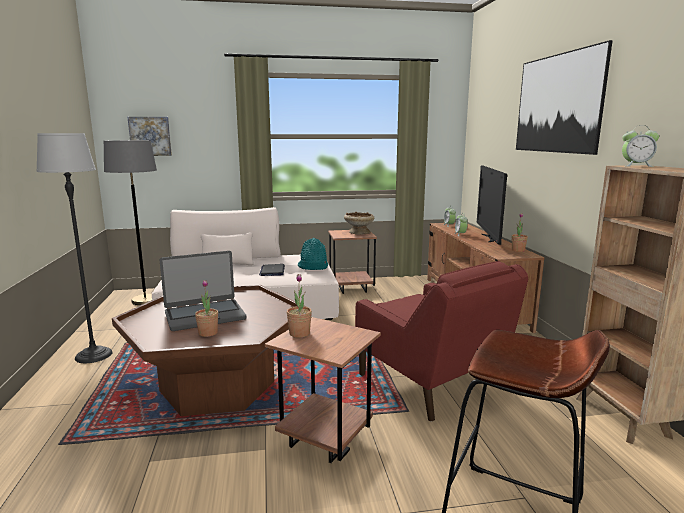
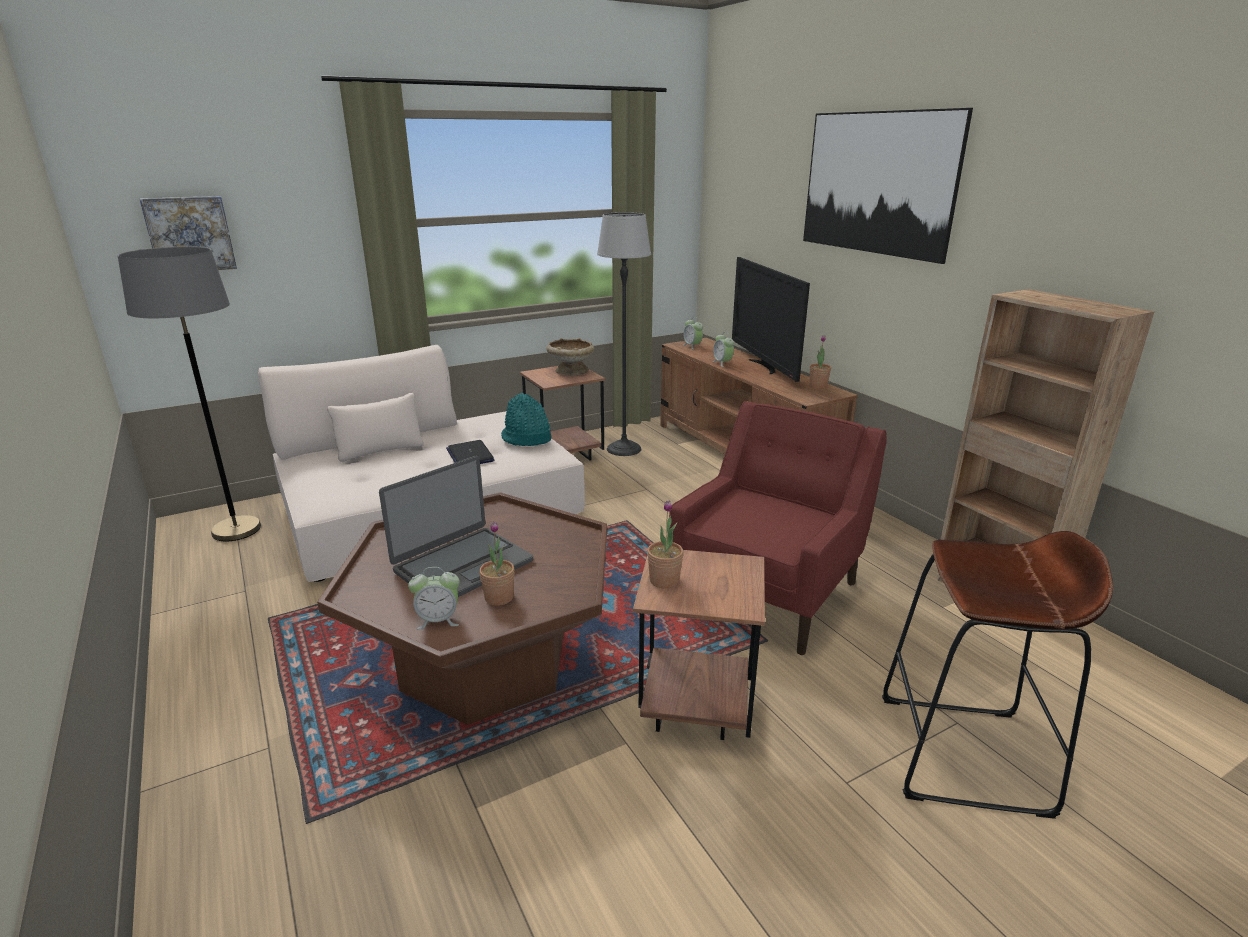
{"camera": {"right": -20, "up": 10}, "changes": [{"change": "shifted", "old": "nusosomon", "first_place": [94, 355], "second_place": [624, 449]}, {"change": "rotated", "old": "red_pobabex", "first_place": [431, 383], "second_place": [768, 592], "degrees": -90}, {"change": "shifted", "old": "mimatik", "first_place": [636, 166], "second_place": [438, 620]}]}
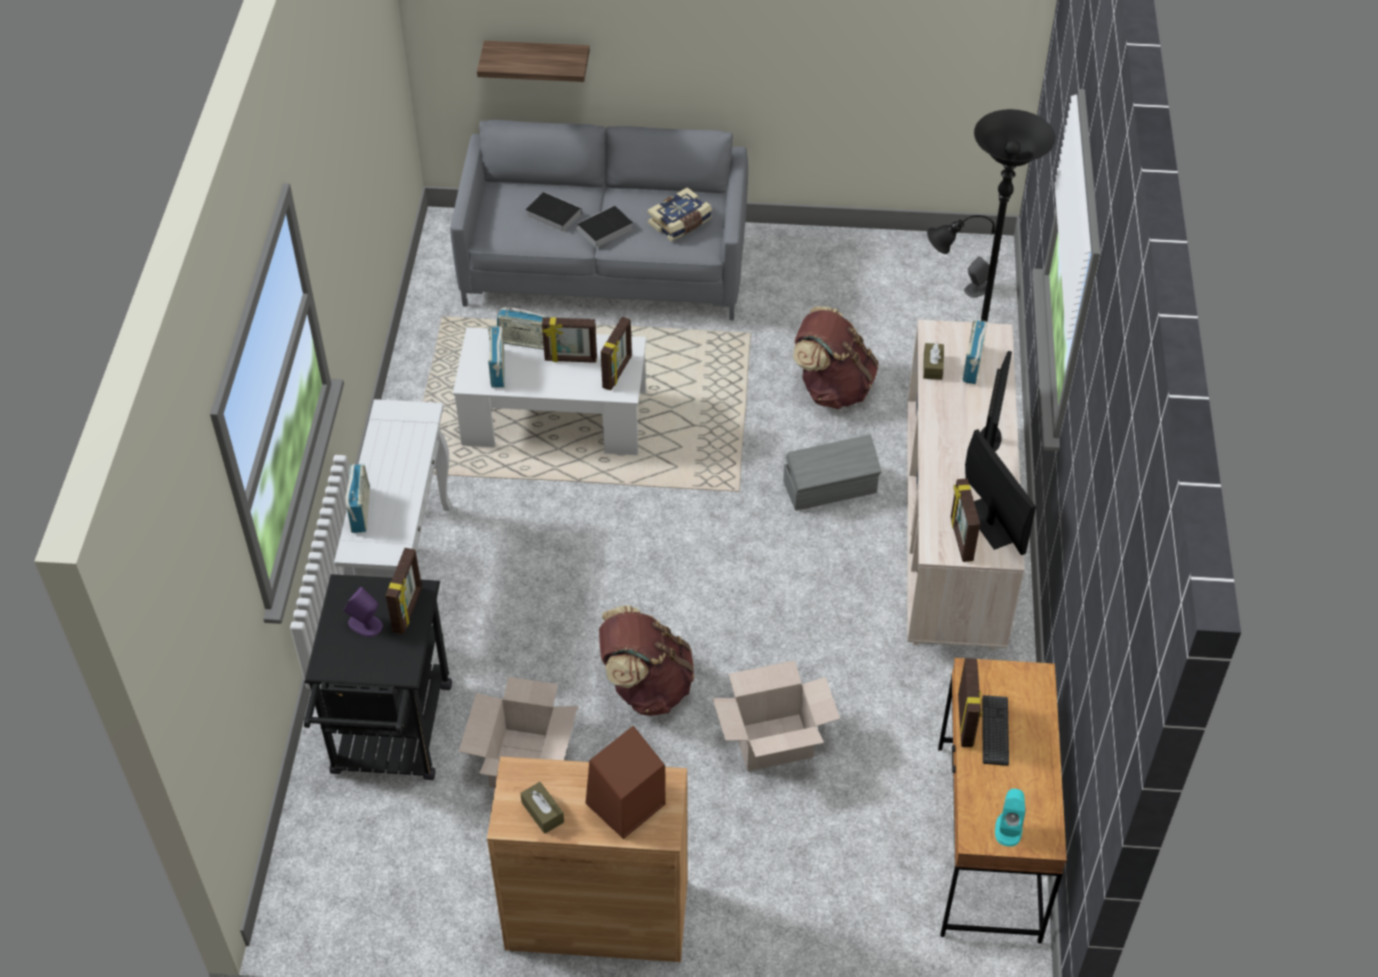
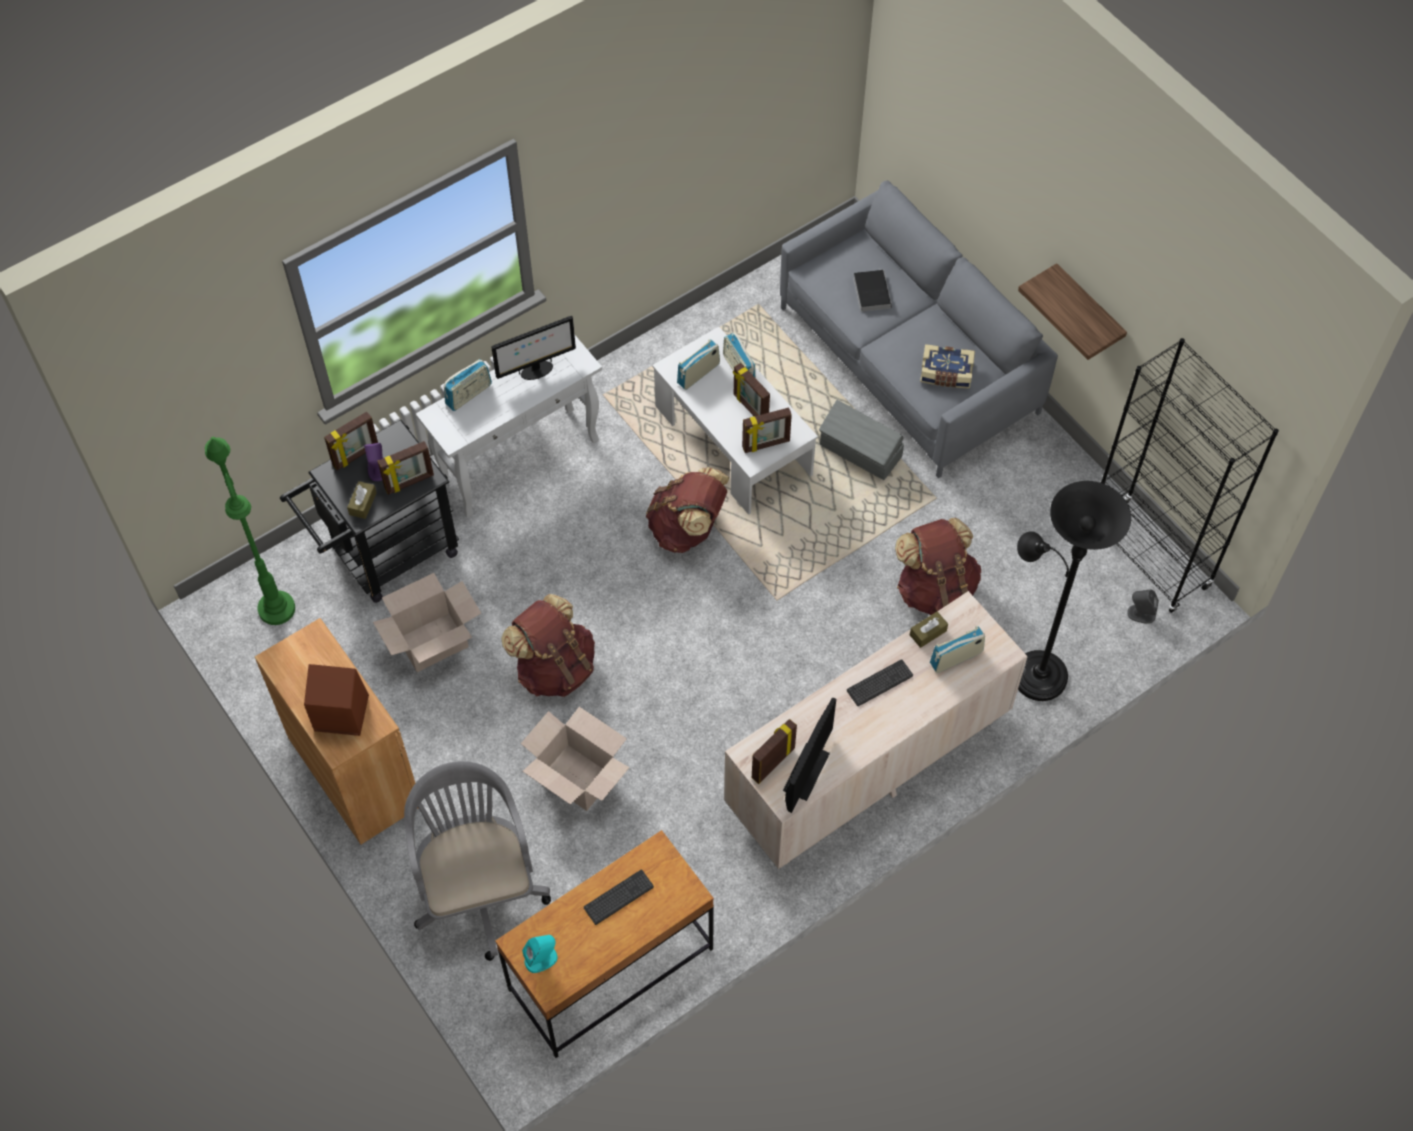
{"camera": {"right": 50, "up": 10}, "changes": [{"change": "shifted", "old": "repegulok", "first_place": [537, 59], "second_place": [1088, 310]}, {"change": "shifted", "old": "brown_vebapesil", "first_place": [542, 812], "second_place": [363, 503]}, {"change": "gone", "old": "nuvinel", "first_place": [604, 230]}, {"change": "shifted", "old": "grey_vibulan", "first_place": [831, 488], "second_place": [860, 452]}, {"change": "shifted", "old": "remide", "first_place": [966, 721], "second_place": [356, 456]}, {"change": "shifted", "old": "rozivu", "first_place": [990, 440], "second_place": [536, 371]}, {"change": "new", "new": "green_nusosomon", "second_place": [276, 608]}, {"change": "new", "new": "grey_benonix", "second_place": [478, 887]}, {"change": "new", "new": "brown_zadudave", "second_place": [688, 529]}, {"change": "new", "new": "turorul", "second_place": [879, 683]}, {"change": "new", "new": "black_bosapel", "second_place": [1148, 556]}]}
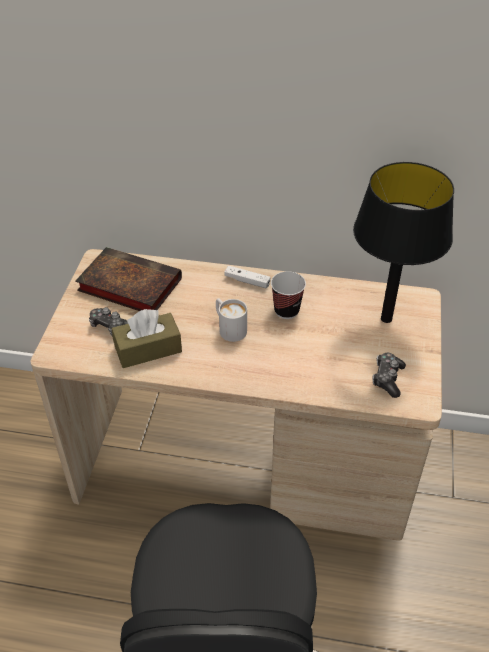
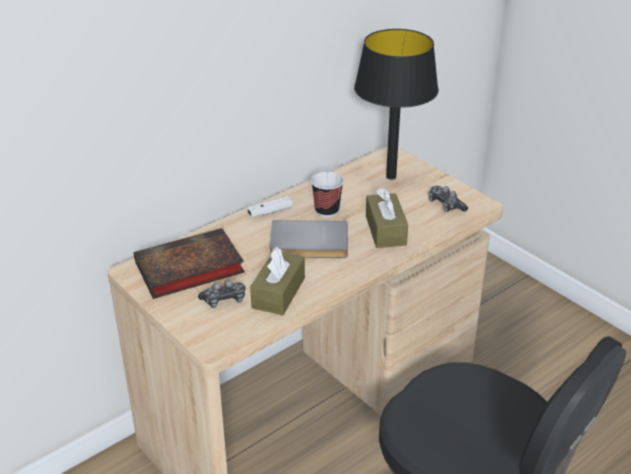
{"camera": {"right": -50, "up": -10}, "changes": [{"change": "swapped", "old": "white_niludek", "new": "grey_nuvinel", "first_place": [229, 328], "second_place": [309, 244]}, {"change": "new", "new": "brown_vebapesil", "second_place": [385, 230]}]}
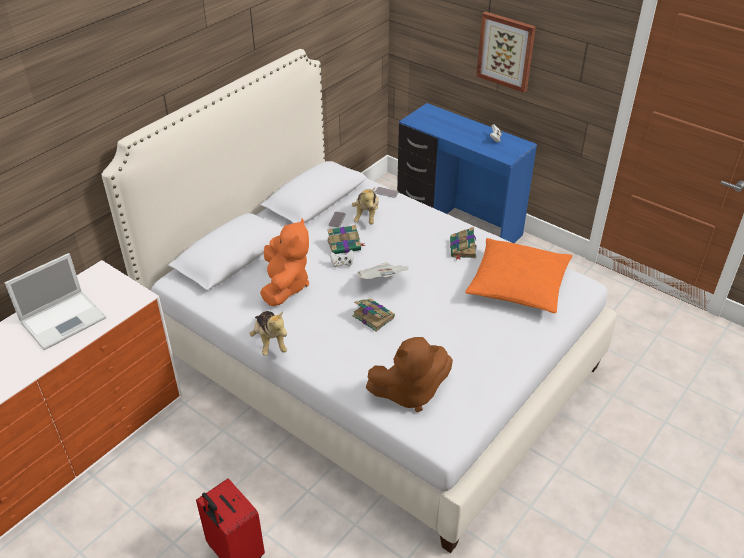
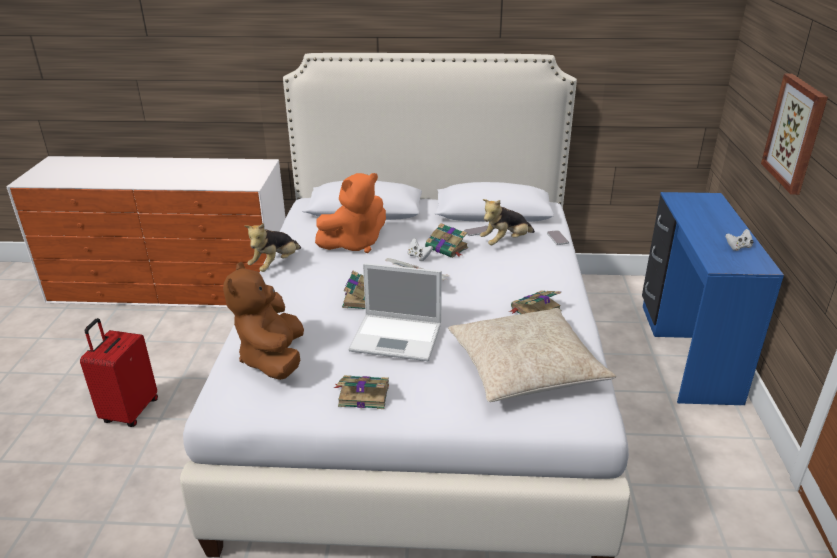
{"camera": {"right": 55, "up": -10}, "changes": [{"change": "shifted", "old": "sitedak", "first_place": [64, 319], "second_place": [398, 337]}, {"change": "rotated", "old": "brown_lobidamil", "first_place": [409, 392], "second_place": [273, 359], "degrees": 45}, {"change": "repainted", "old": "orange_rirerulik", "new": "beige_rirerulik", "first_place": [518, 284], "second_place": [525, 367]}, {"change": "new", "new": "nuvinel", "second_place": [362, 395]}]}
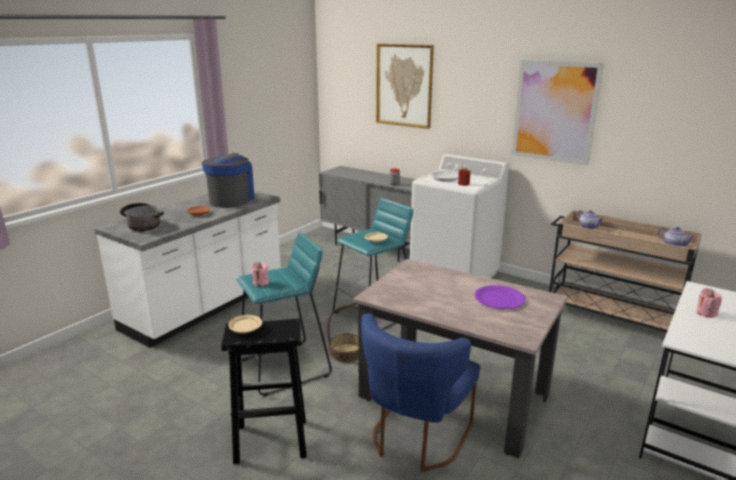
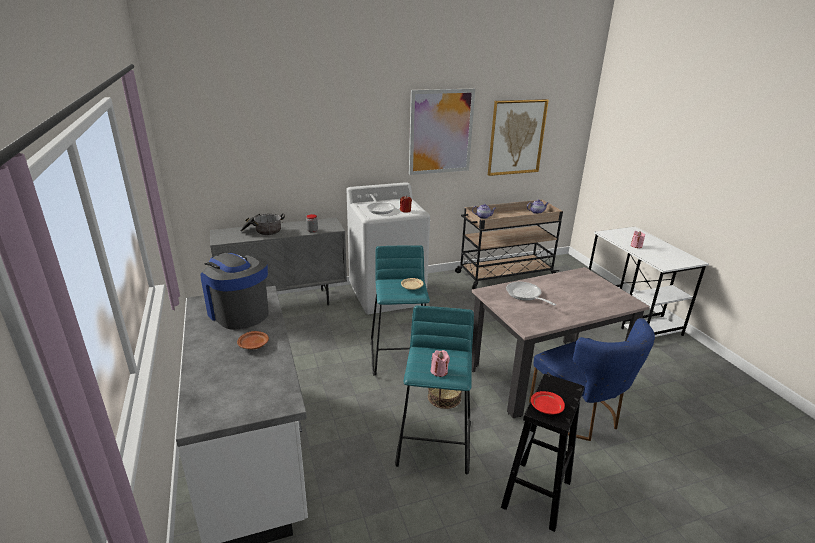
{"camera": {"right": -55, "up": 5}, "changes": [{"change": "shifted", "old": "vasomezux", "first_place": [142, 225], "second_place": [262, 231]}, {"change": "repainted", "old": "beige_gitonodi", "new": "red_gitonodi", "first_place": [245, 329], "second_place": [546, 407]}, {"change": "shifted", "old": "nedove", "first_place": [404, 85], "second_place": [516, 137]}, {"change": "gone", "old": "purple_gitonodi", "first_place": [499, 299]}, {"change": "new", "new": "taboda", "second_place": [525, 295]}]}
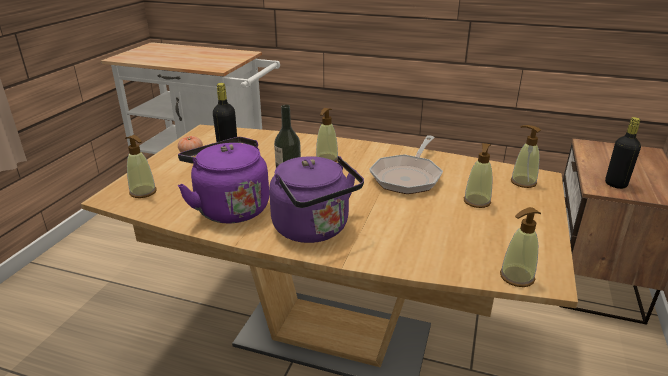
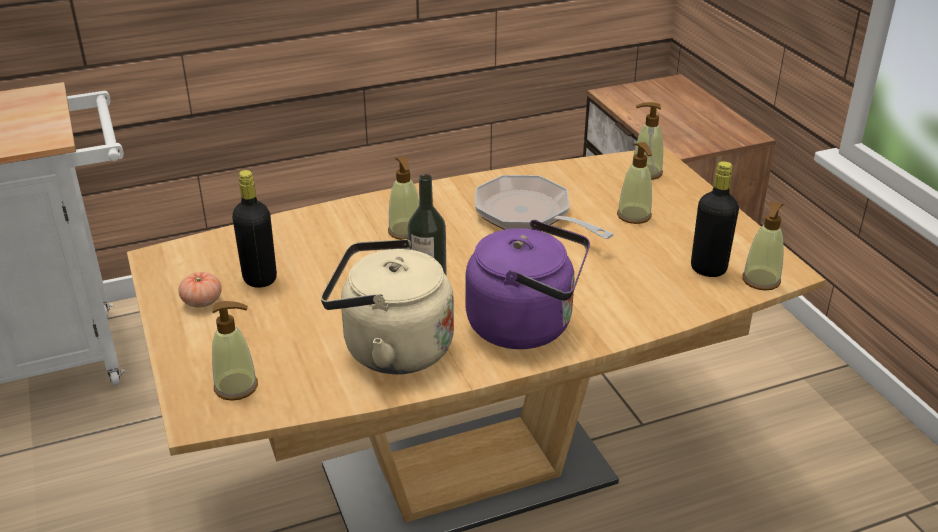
{"camera": {"right": -40, "up": 5}, "changes": [{"change": "repainted", "old": "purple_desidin", "new": "beige_desidin", "first_place": [230, 208], "second_place": [390, 349]}, {"change": "rotated", "old": "taboda", "first_place": [407, 176], "second_place": [528, 215], "degrees": 150}, {"change": "shifted", "old": "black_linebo", "first_place": [615, 184], "second_place": [708, 269]}]}
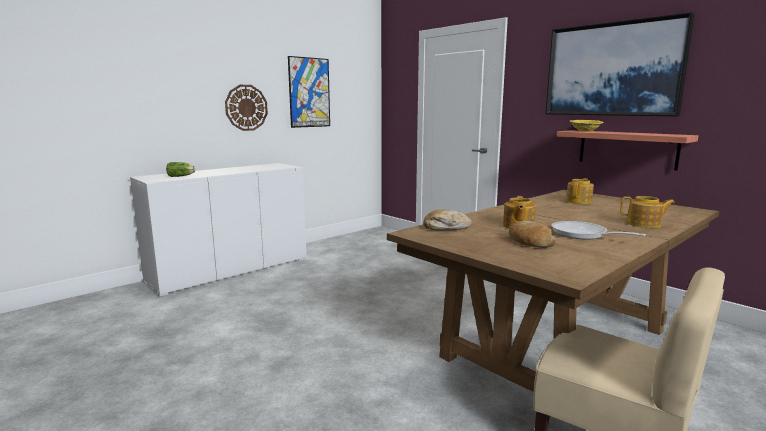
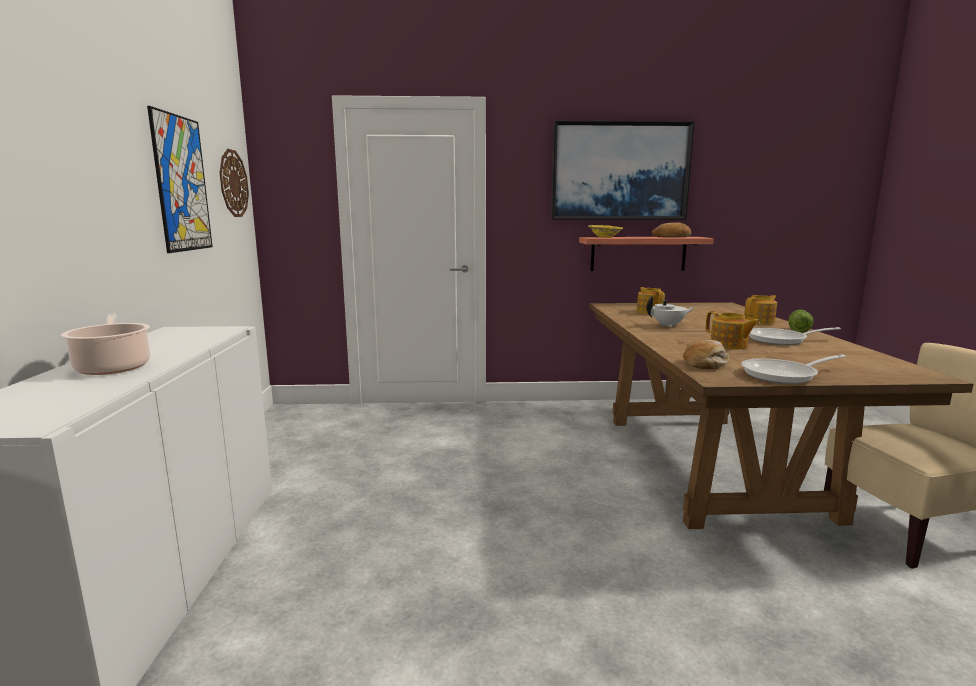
{"camera": {"right": -50, "up": 0}, "changes": [{"change": "shifted", "old": "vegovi", "first_place": [181, 176], "second_place": [798, 330]}, {"change": "shifted", "old": "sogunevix", "first_place": [246, 107], "second_place": [233, 183]}, {"change": "shifted", "old": "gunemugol", "first_place": [529, 242], "second_place": [672, 237]}, {"change": "new", "new": "vasomezux", "second_place": [113, 366]}, {"change": "new", "new": "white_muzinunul", "second_place": [668, 325]}, {"change": "new", "new": "taboda", "second_place": [784, 375]}]}
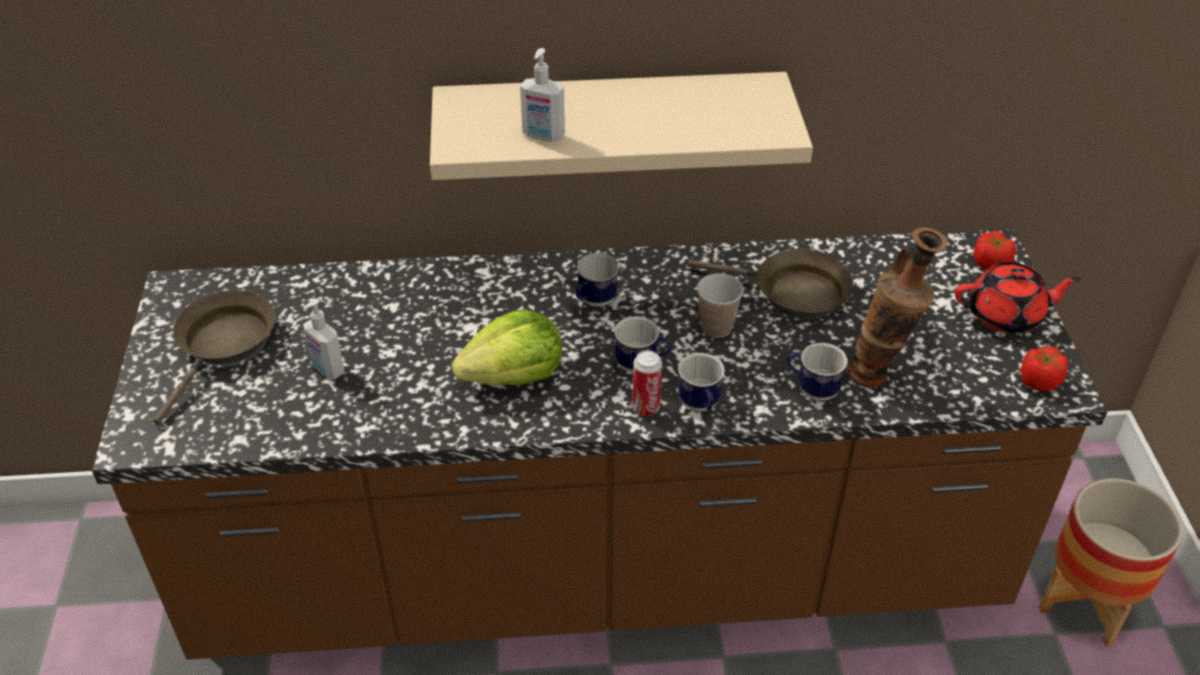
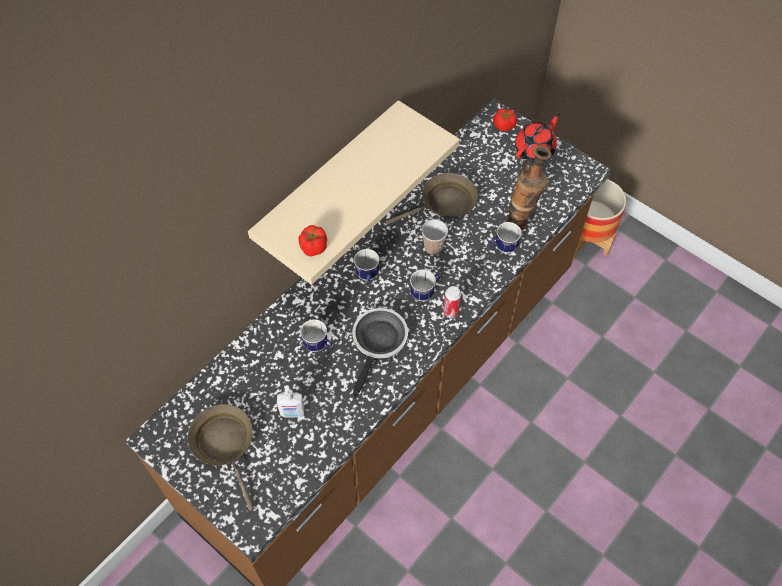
{"camera": {"right": -45, "up": 15}, "changes": [{"change": "swapped", "old": "vegovi", "new": "taboda", "first_place": [514, 375], "second_place": [379, 343]}, {"change": "gone", "old": "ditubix", "first_place": [543, 136]}, {"change": "shifted", "old": "niludek", "first_place": [700, 406], "second_place": [318, 345]}, {"change": "shifted", "old": "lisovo", "first_place": [1039, 381], "second_place": [313, 247]}]}
